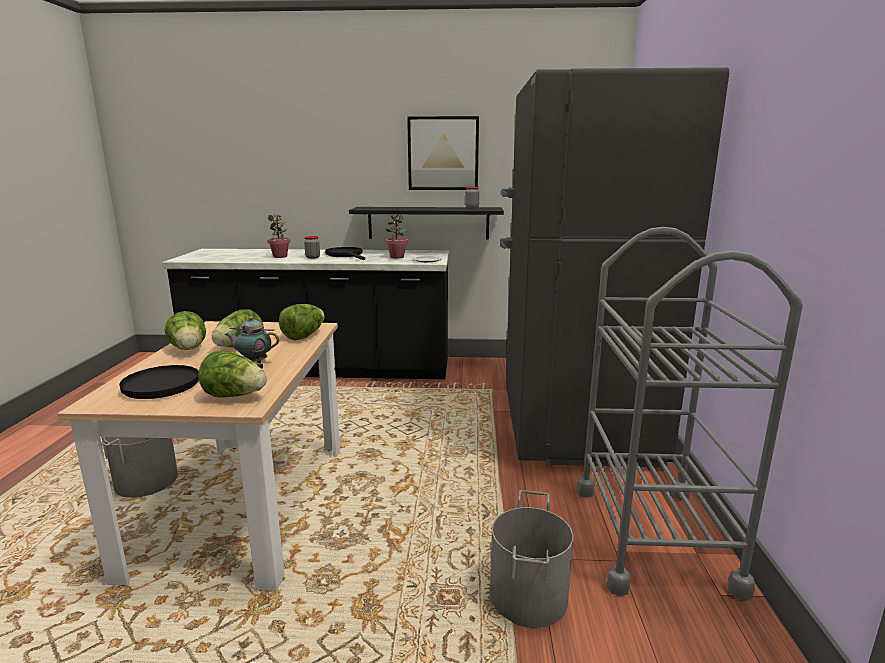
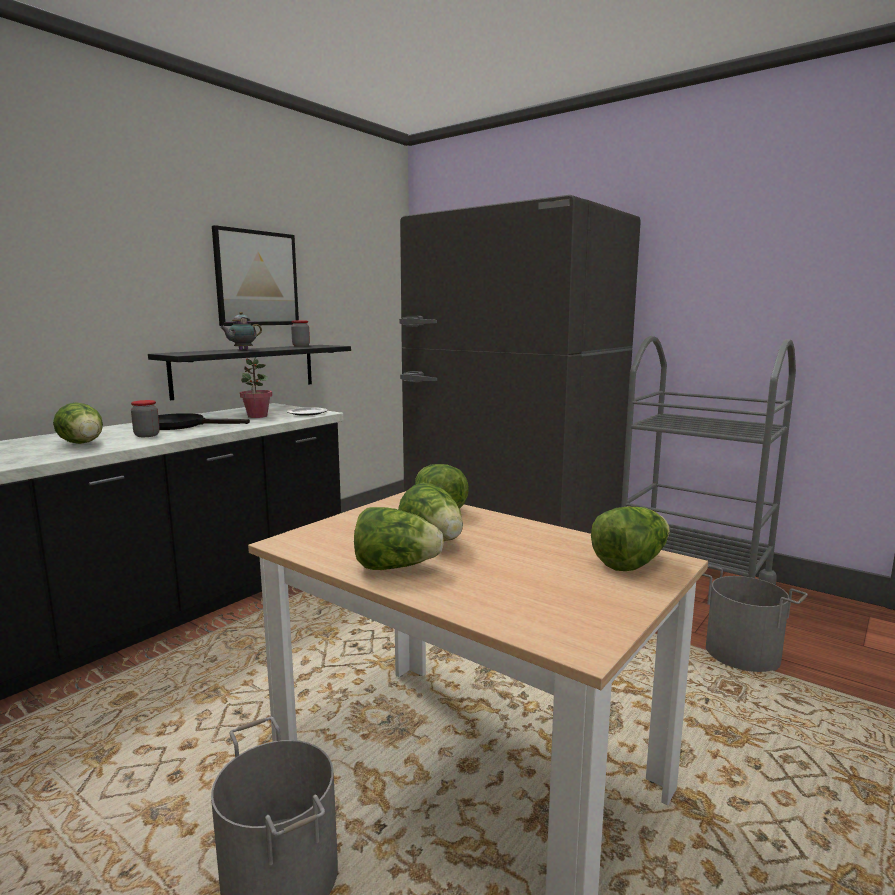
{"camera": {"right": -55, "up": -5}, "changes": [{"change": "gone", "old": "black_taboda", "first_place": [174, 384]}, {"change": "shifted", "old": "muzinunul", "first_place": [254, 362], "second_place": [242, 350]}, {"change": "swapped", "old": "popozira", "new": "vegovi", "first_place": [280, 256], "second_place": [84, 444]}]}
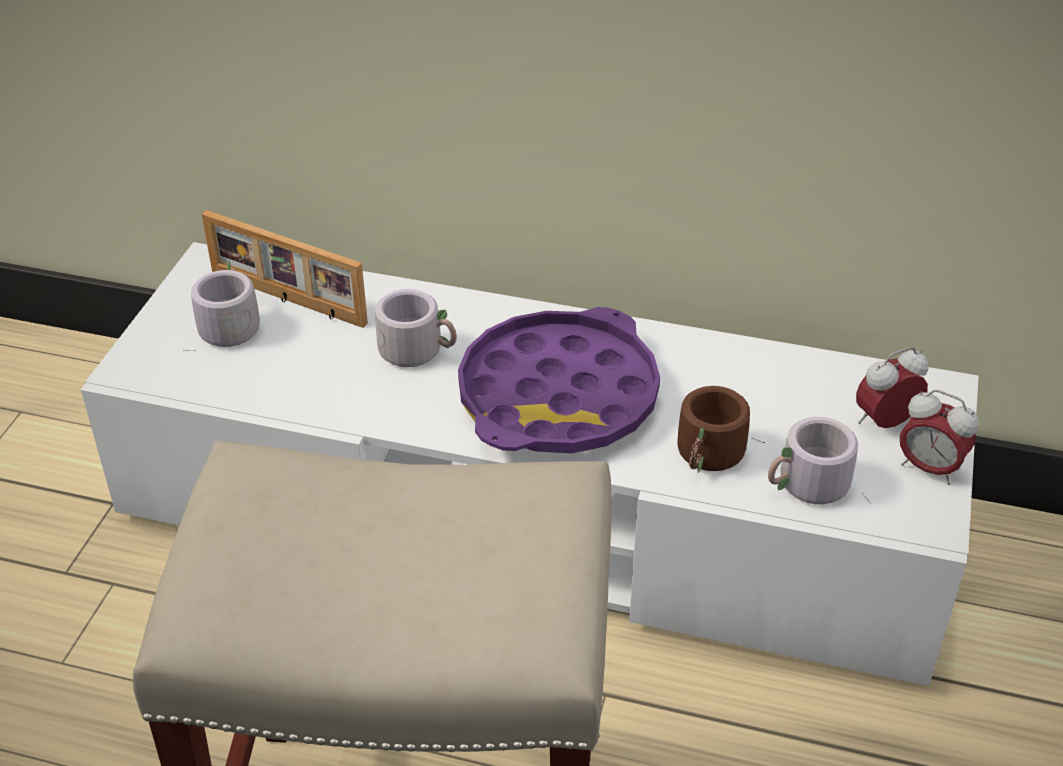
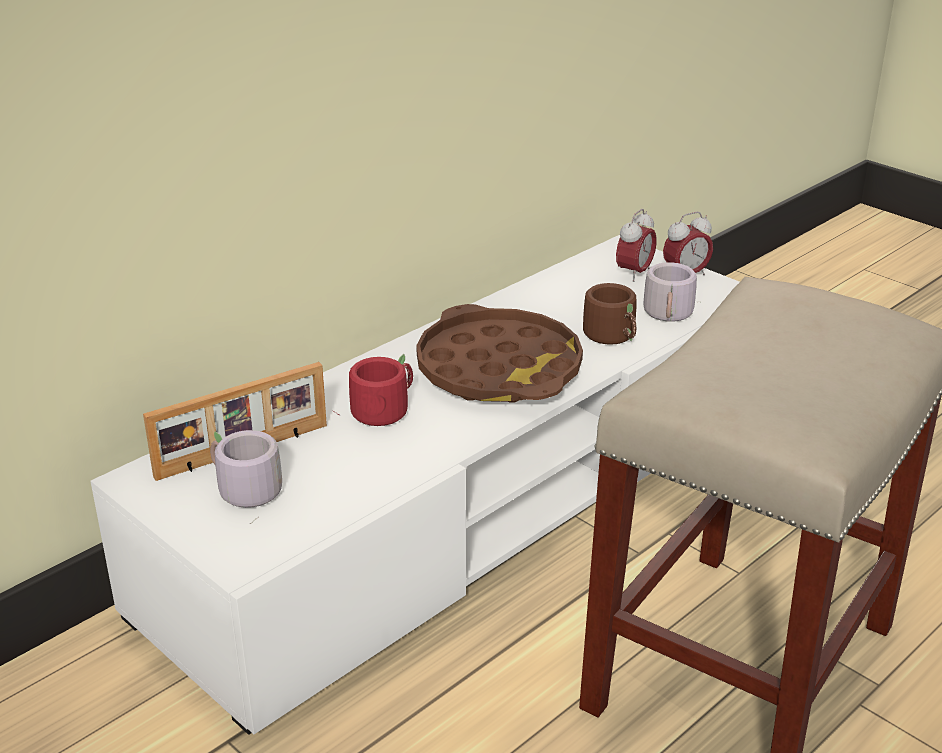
{"camera": {"right": -60, "up": -10}, "changes": [{"change": "repainted", "old": "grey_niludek", "new": "red_niludek", "first_place": [418, 349], "second_place": [382, 409]}, {"change": "repainted", "old": "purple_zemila", "new": "brown_zemila", "first_place": [558, 396], "second_place": [499, 369]}, {"change": "rotated", "old": "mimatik", "first_place": [884, 422], "second_place": [634, 273], "degrees": -150}]}
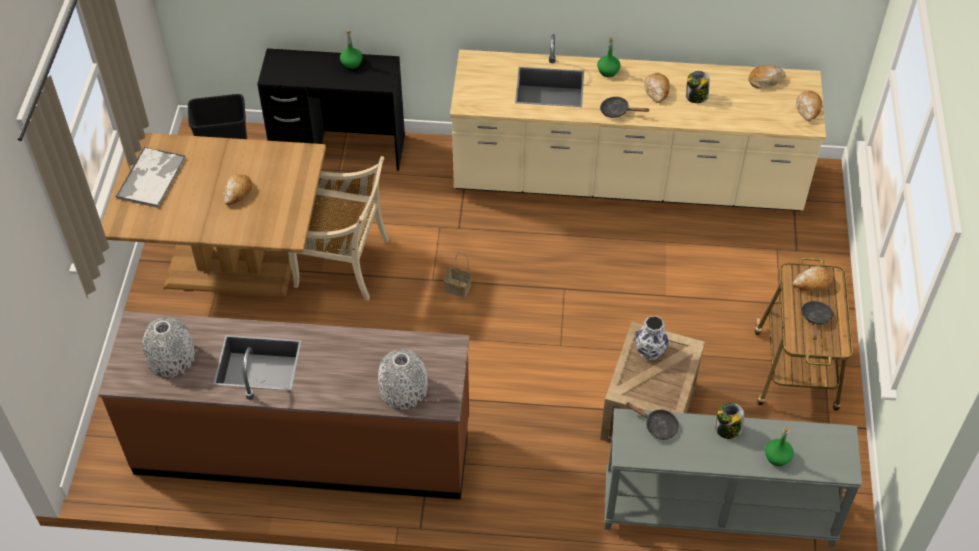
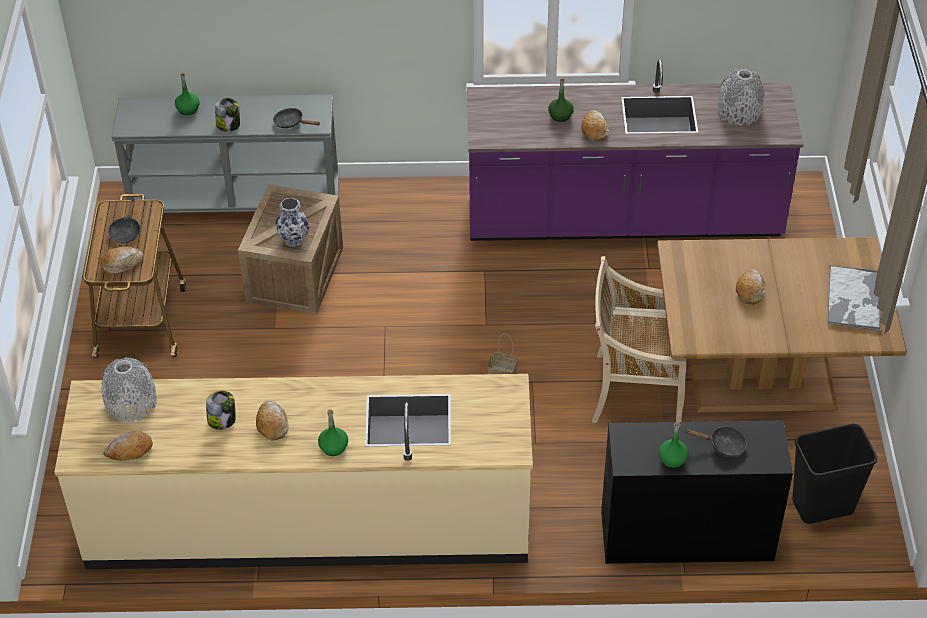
{"camera": {"right": 175, "up": -5}, "changes": [{"change": "repainted", "old": "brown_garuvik", "new": "purple_garuvik", "first_place": [303, 447], "second_place": [623, 221]}, {"change": "shifted", "old": "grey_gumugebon", "first_place": [403, 389], "second_place": [131, 403]}, {"change": "shifted", "old": "black_taboda", "first_place": [617, 111], "second_place": [723, 445]}, {"change": "shifted", "old": "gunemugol", "first_place": [808, 109], "second_place": [594, 129]}, {"change": "new", "new": "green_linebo", "second_place": [560, 115]}]}
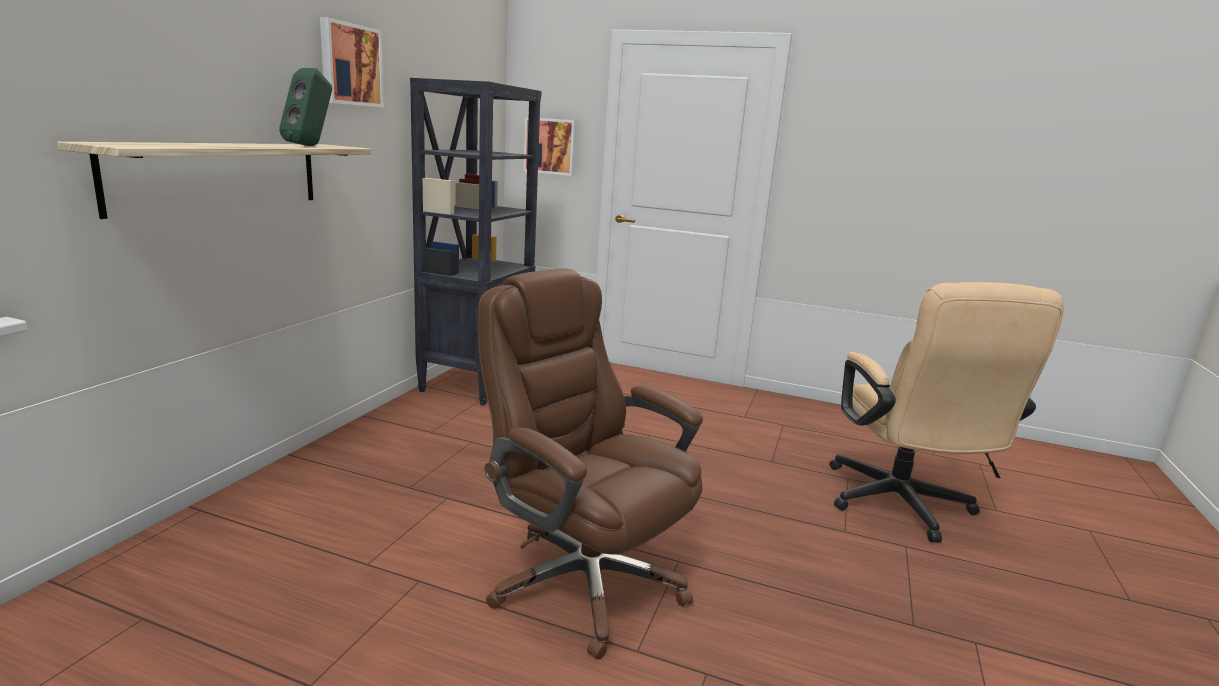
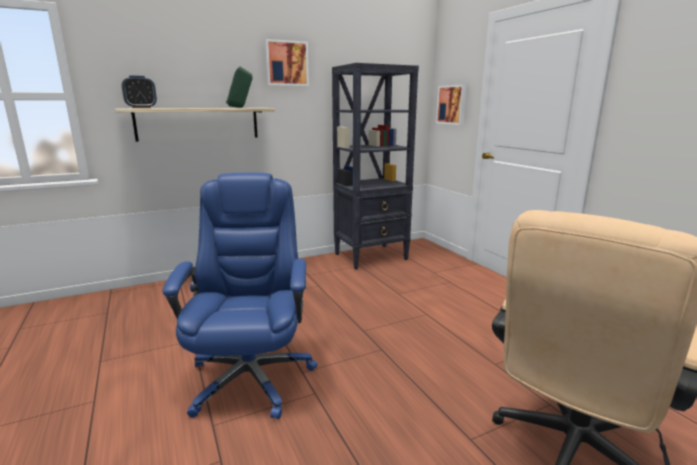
{"camera": {"right": 45, "up": 0}, "changes": [{"change": "repainted", "old": "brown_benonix", "new": "blue_benonix", "first_place": [584, 580], "second_place": [251, 376]}, {"change": "new", "new": "mimatik", "second_place": [141, 108]}]}
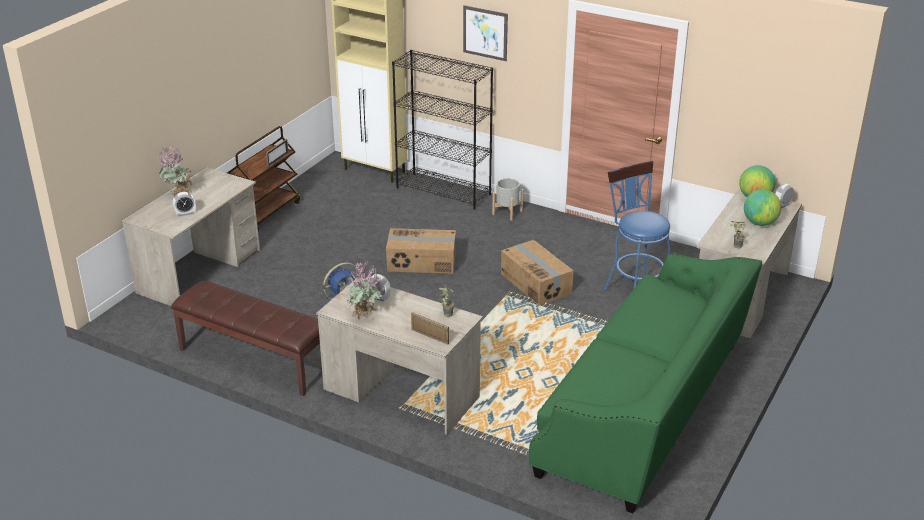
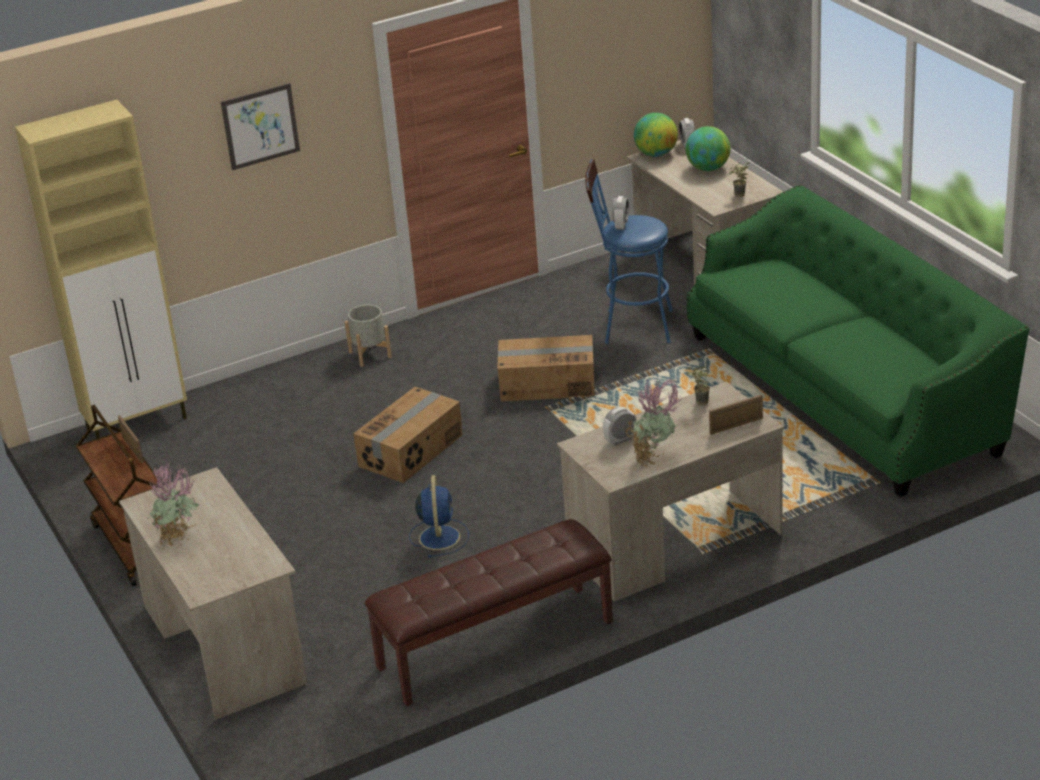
{"camera": {"right": -55, "up": 0}, "changes": [{"change": "shifted", "old": "mimatik", "first_place": [185, 213], "second_place": [621, 225]}, {"change": "gone", "old": "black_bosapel", "first_place": [444, 191]}]}
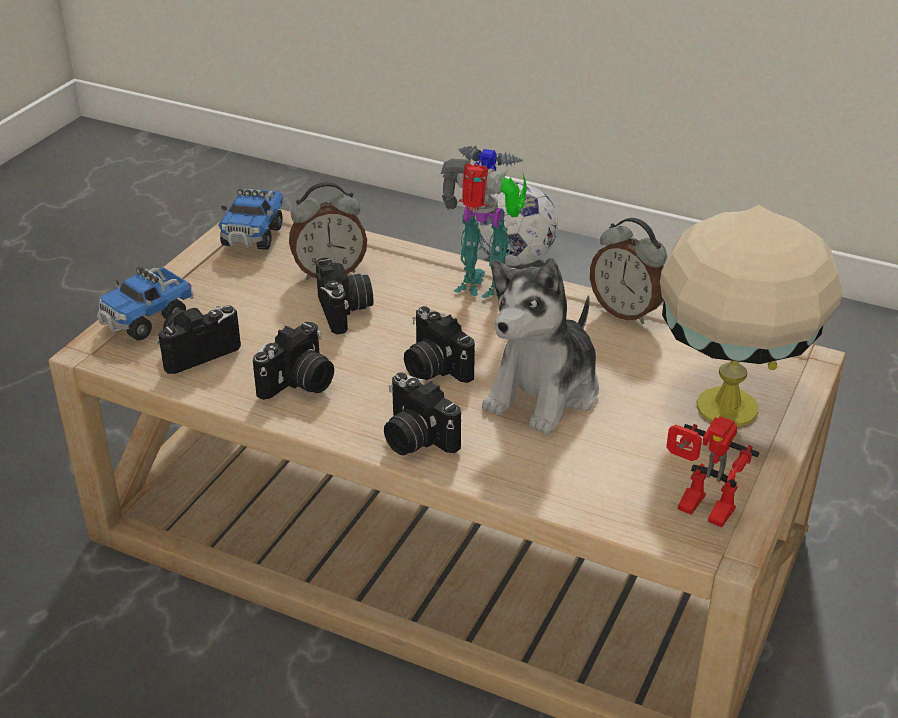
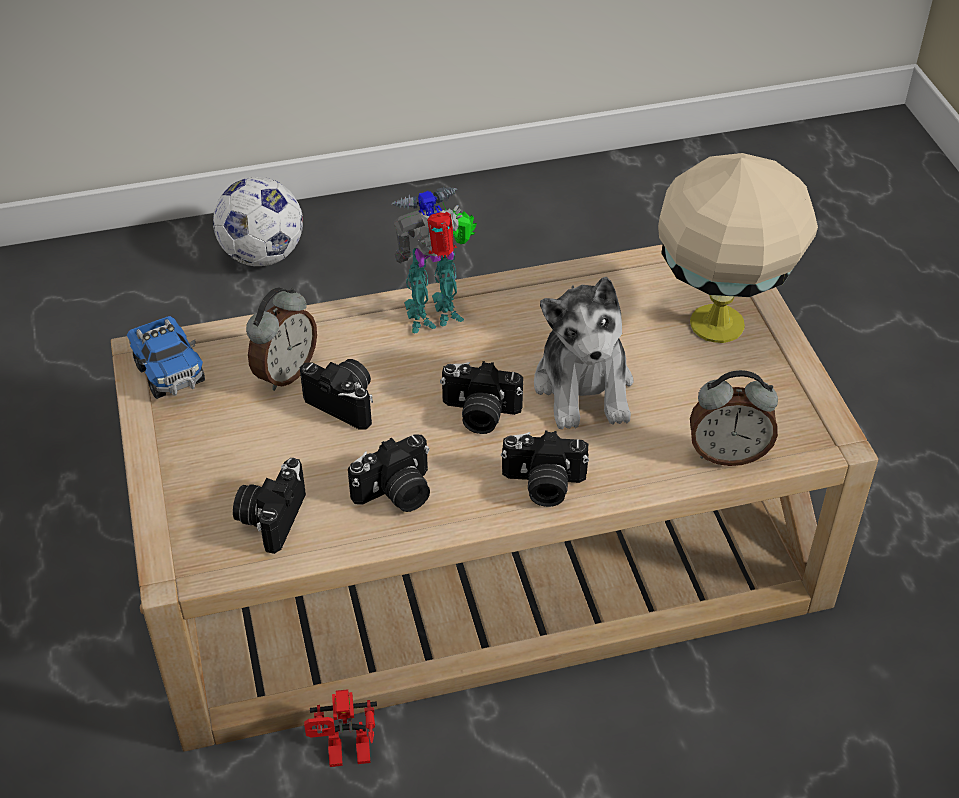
{"camera": {"right": -40, "up": 10}, "changes": [{"change": "gone", "old": "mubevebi", "first_place": [147, 319]}, {"change": "rotated", "old": "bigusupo", "first_place": [299, 384], "second_place": [396, 494], "degrees": 60}, {"change": "shifted", "old": "mimatik", "first_place": [626, 311], "second_place": [727, 453]}, {"change": "shifted", "old": "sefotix", "first_place": [699, 511], "second_place": [346, 758]}]}
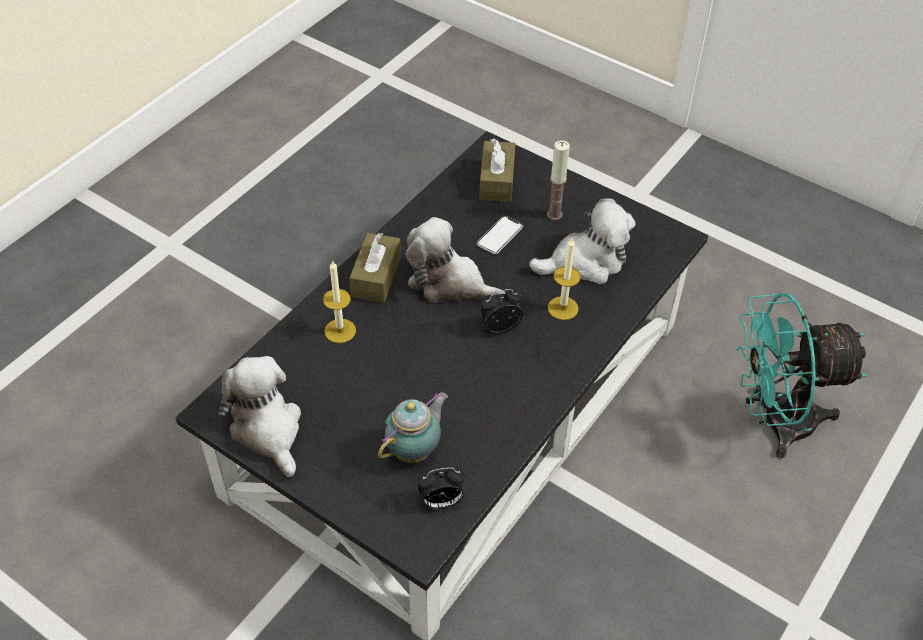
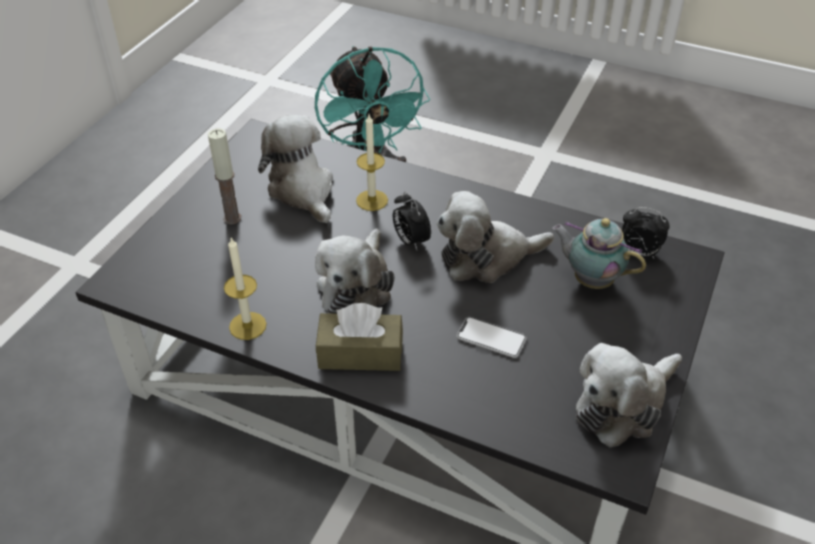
{"camera": {"right": -100, "up": -5}, "changes": [{"change": "shifted", "old": "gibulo", "first_place": [340, 331], "second_place": [247, 326]}, {"change": "rotated", "old": "mimatik", "first_place": [441, 502], "second_place": [638, 253], "degrees": 135}, {"change": "shifted", "old": "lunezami", "first_place": [499, 236], "second_place": [491, 338]}, {"change": "gone", "old": "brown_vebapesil", "first_place": [497, 180]}, {"change": "new", "new": "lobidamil", "second_place": [486, 257]}]}
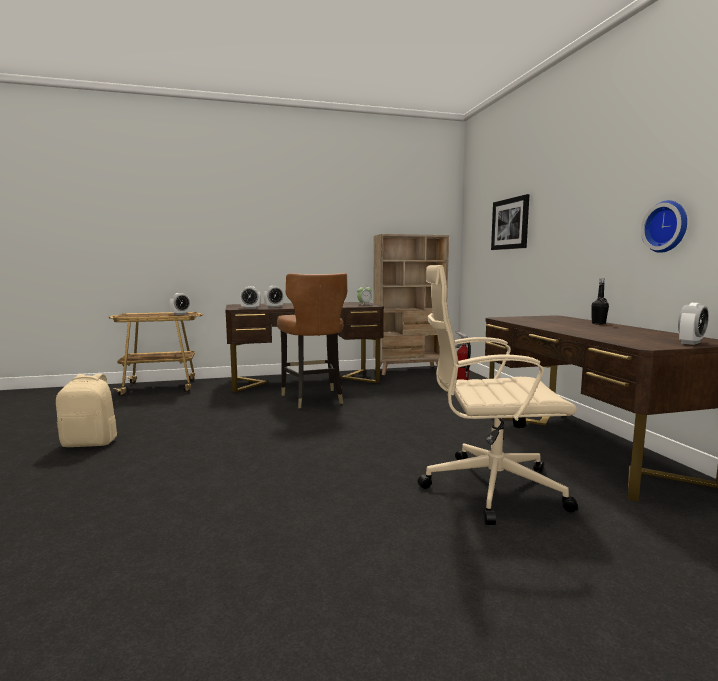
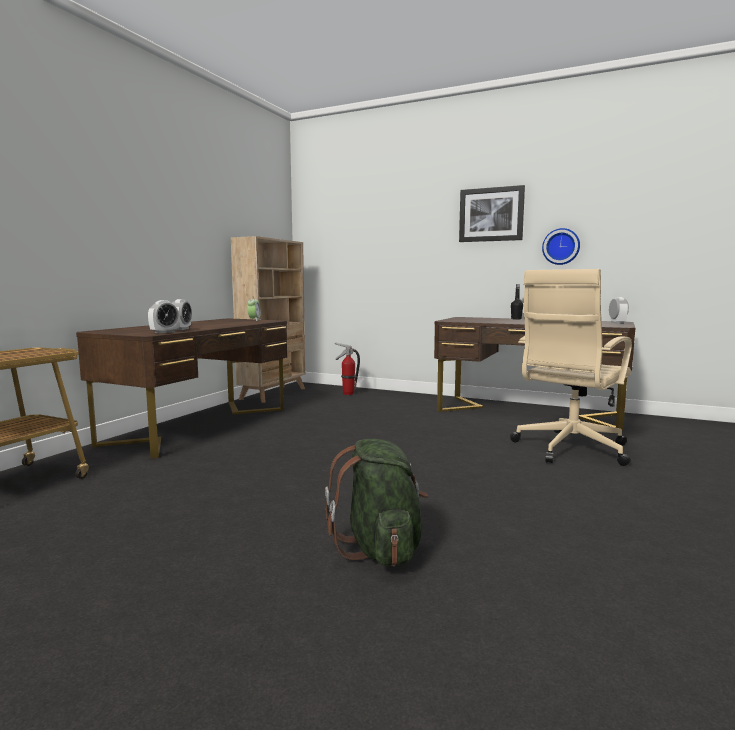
{"camera": {"right": -50, "up": 0}, "changes": [{"change": "gone", "old": "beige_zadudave", "first_place": [90, 443]}, {"change": "gone", "old": "mimatik", "first_place": [180, 314]}, {"change": "gone", "old": "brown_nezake", "first_place": [313, 398]}, {"change": "shifted", "old": "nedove", "first_place": [510, 224], "second_place": [491, 214]}, {"change": "new", "new": "green_zadudave", "second_place": [380, 549]}]}
